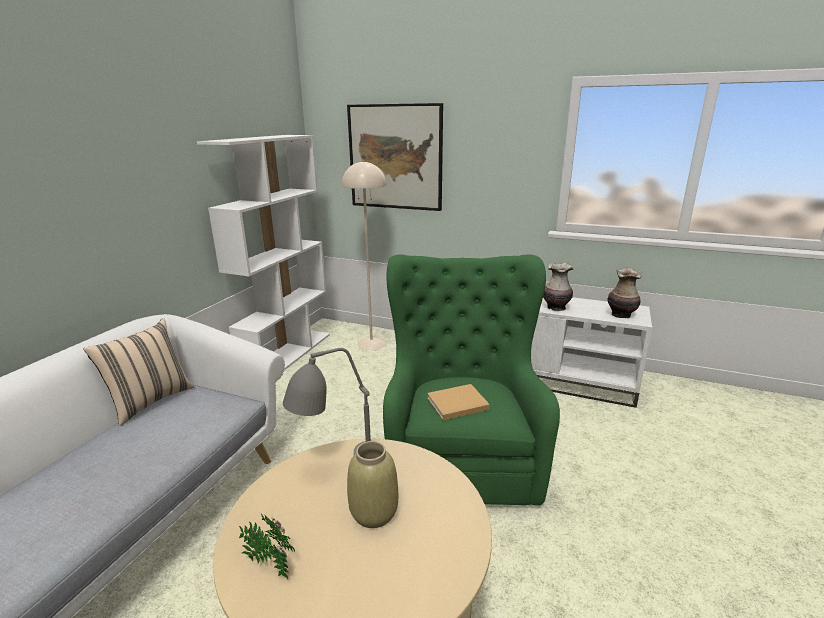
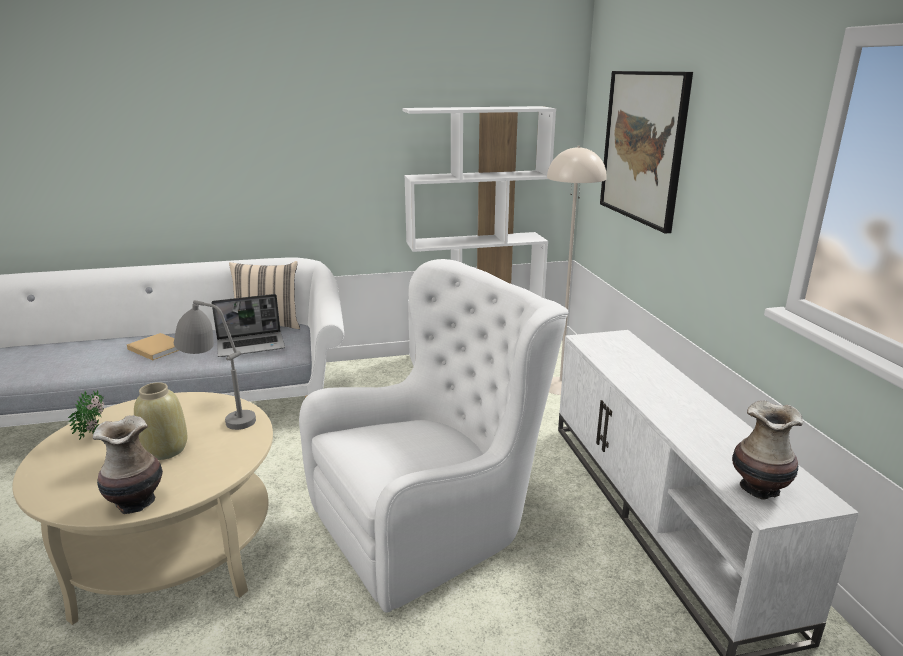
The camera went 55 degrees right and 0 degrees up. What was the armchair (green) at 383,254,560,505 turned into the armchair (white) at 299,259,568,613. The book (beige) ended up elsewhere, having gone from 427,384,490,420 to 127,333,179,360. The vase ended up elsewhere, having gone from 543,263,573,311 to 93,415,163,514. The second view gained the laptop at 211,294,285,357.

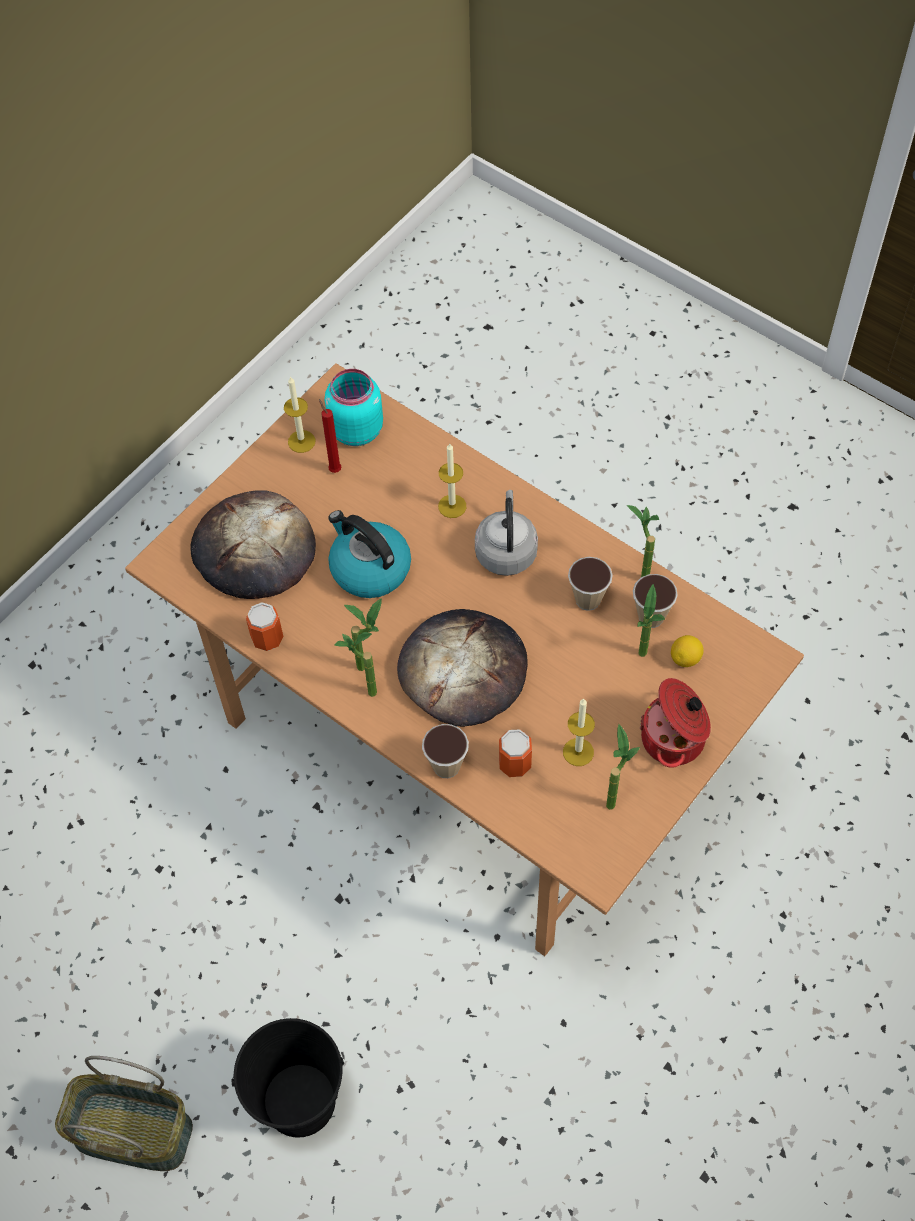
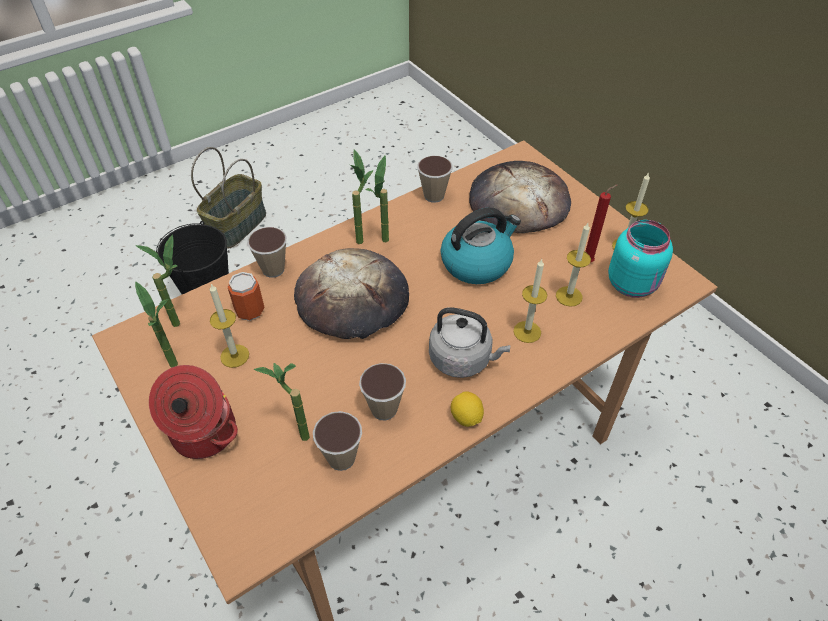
The camera went 105 degrees right and 10 degrees down. Where the can stood at 246,602,283,651, the cup came to stand at 417,156,453,203. The potted plant ended up elsewhere, having gone from 627,505,659,577 to 135,235,180,327. The lemon ended up elsewhere, having gone from 671,635,704,667 to 451,391,484,427. The second view gained the candle at 556,223,591,307.

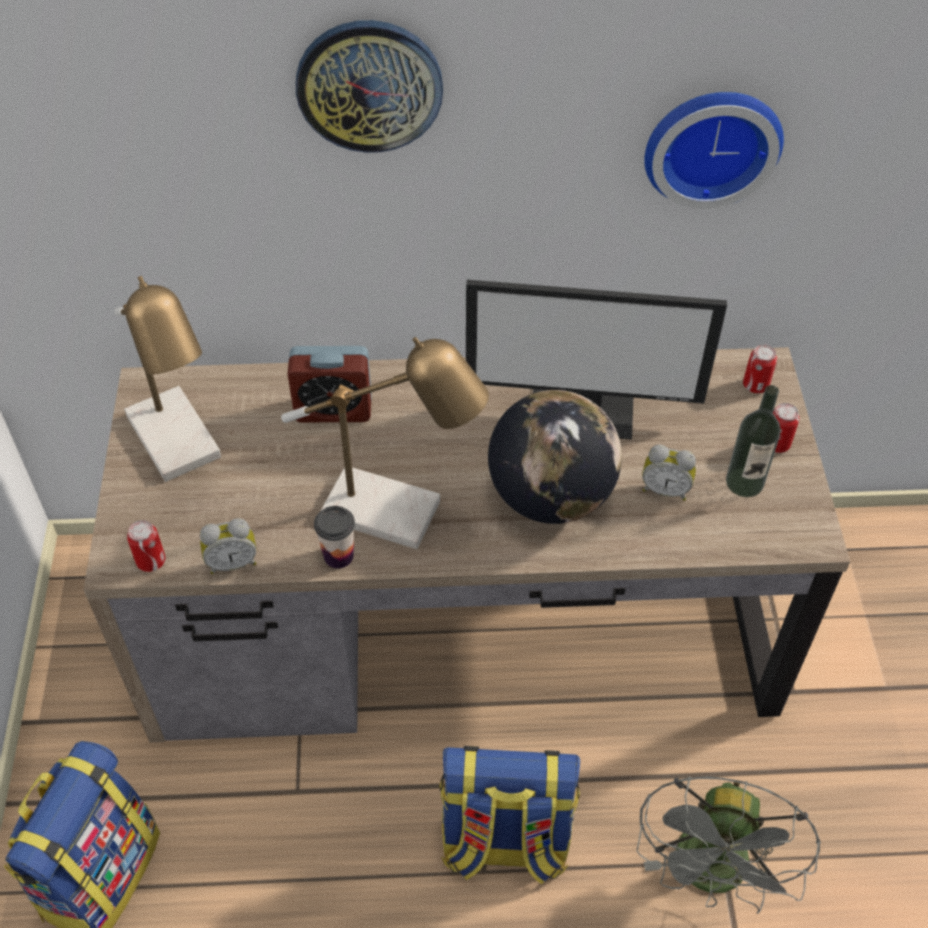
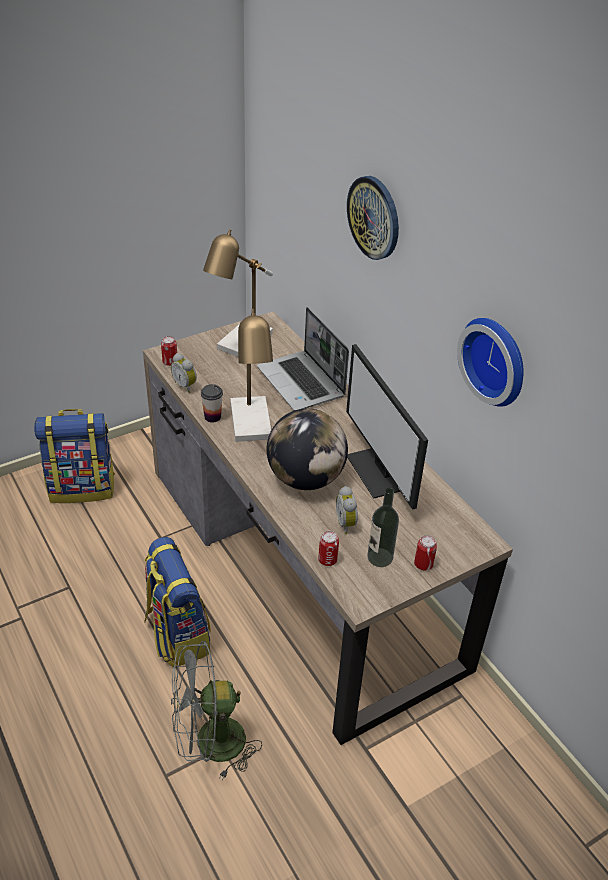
The camera went 60 degrees right and 10 degrees down. Where the alarm clock stood at 287,346,372,422, the laptop came to stand at 257,307,349,411. The can ended up elsewhere, having gone from 743,344,777,393 to 318,531,339,566.

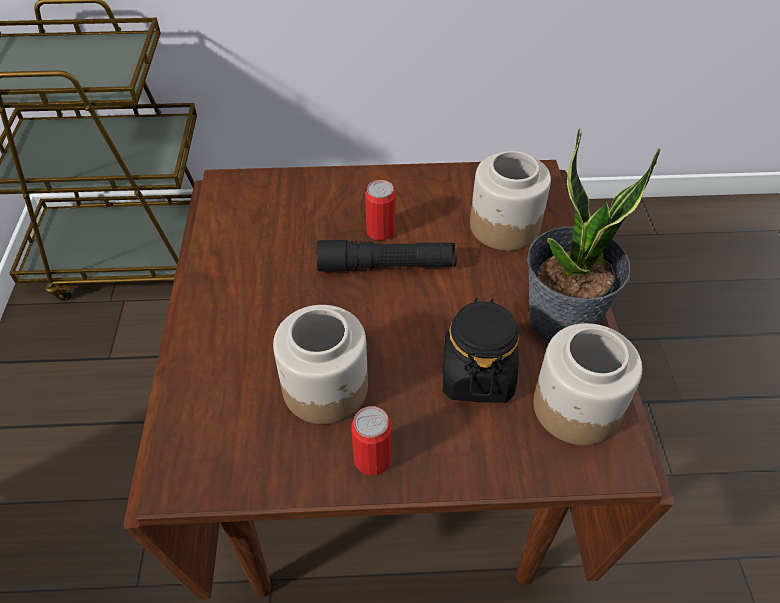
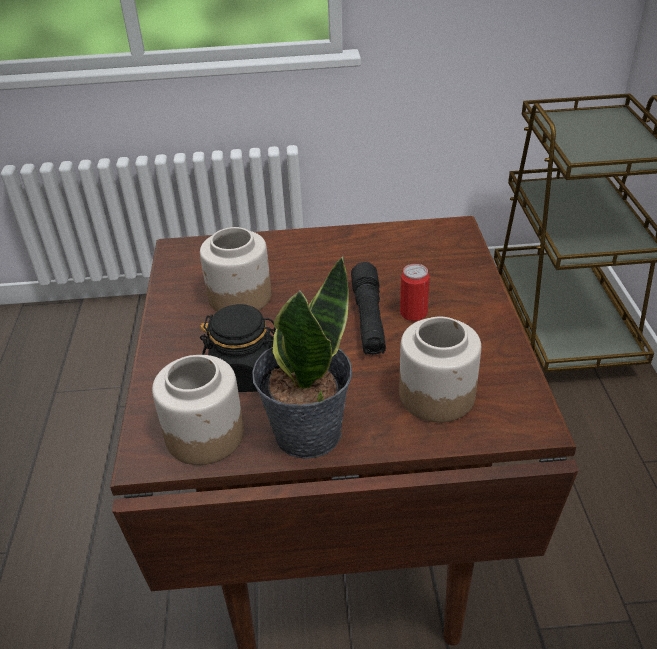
The camera went 90 degrees right and 10 degrees down. The second view lost the can at 352,406,392,475.

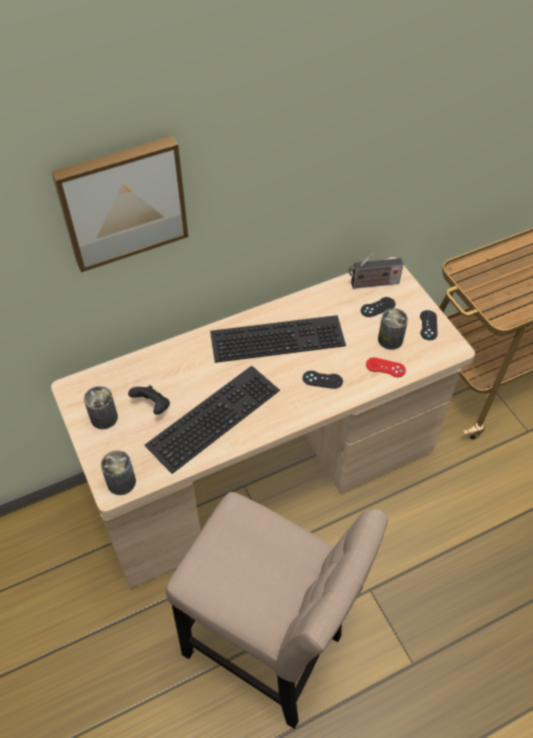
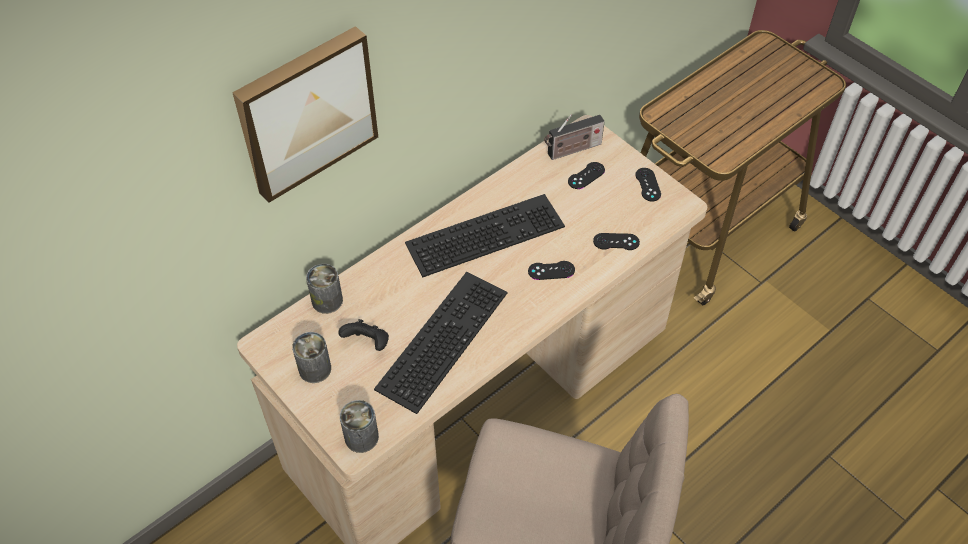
The camera went 15 degrees left and 0 degrees up. What was the game controller (red) at 366,357,406,377 turned into the game controller (black) at 593,233,640,250. The can ended up elsewhere, having gone from 378,308,408,350 to 306,264,343,314.

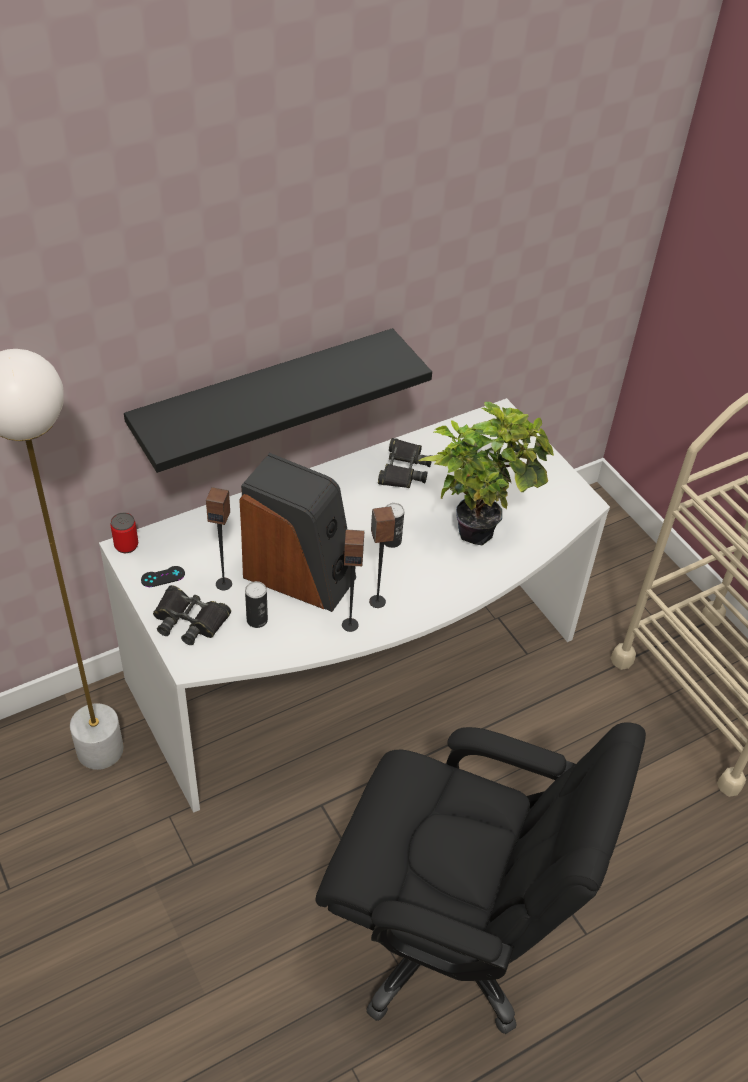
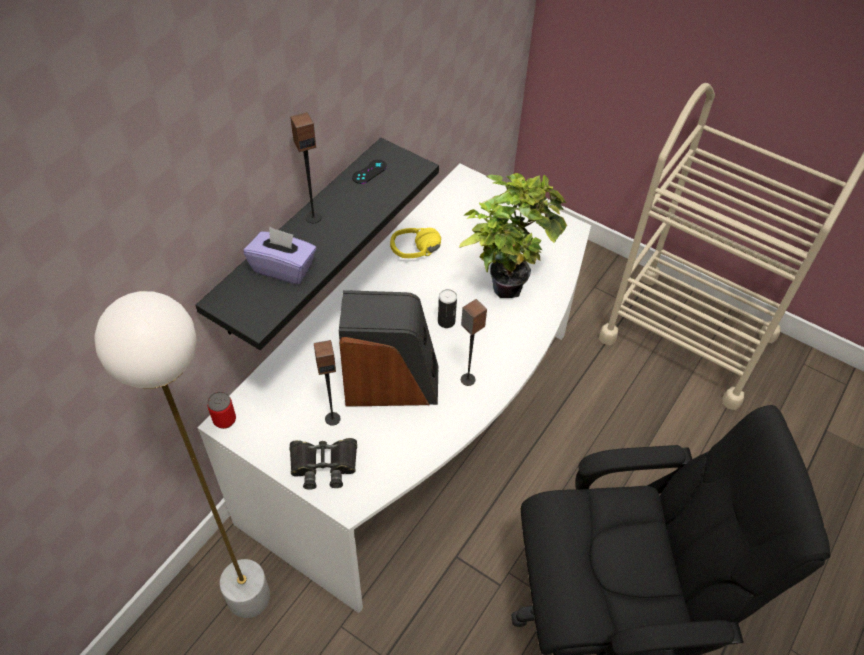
The camera went 25 degrees left and 5 degrees up. The game controller (black) ended up elsewhere, having gone from 141,566,185,587 to 352,160,387,184. The second view lost the can at 245,581,268,628. The speaker ended up elsewhere, having gone from 342,529,364,632 to 290,112,322,223. Where the binoculars (black) stood at 378,438,432,488, the headphones (yellow) came to stand at 390,228,441,258. The second view gained the tissue box (purple) at 244,226,316,284.

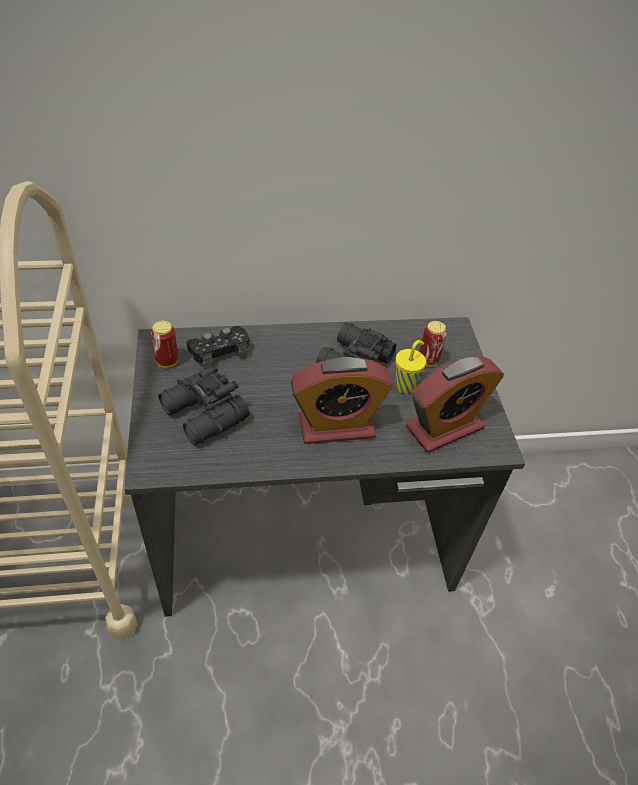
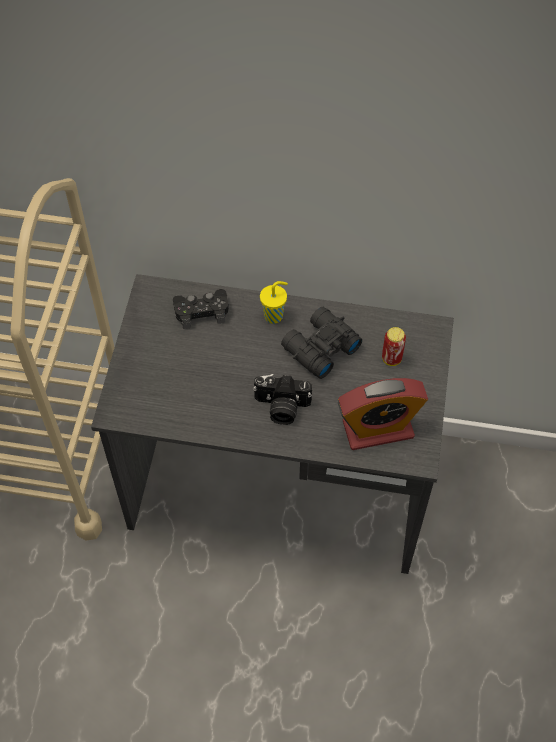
The camera went 20 degrees right and 10 degrees up. The second view lost the can at 151,321,178,368. The second view lost the binoculars (black) at 158,366,250,446. Where the alarm clock stood at 291,357,393,444, the photo camera came to stand at 253,374,312,425. The cup (yellow) ended up elsewhere, having gone from 395,340,426,394 to 260,281,288,324.

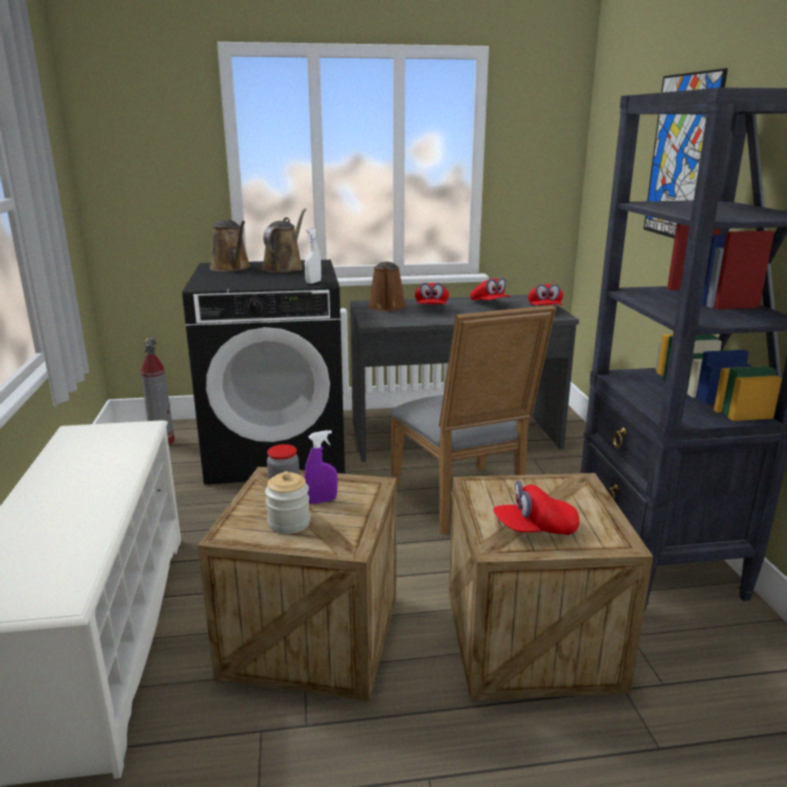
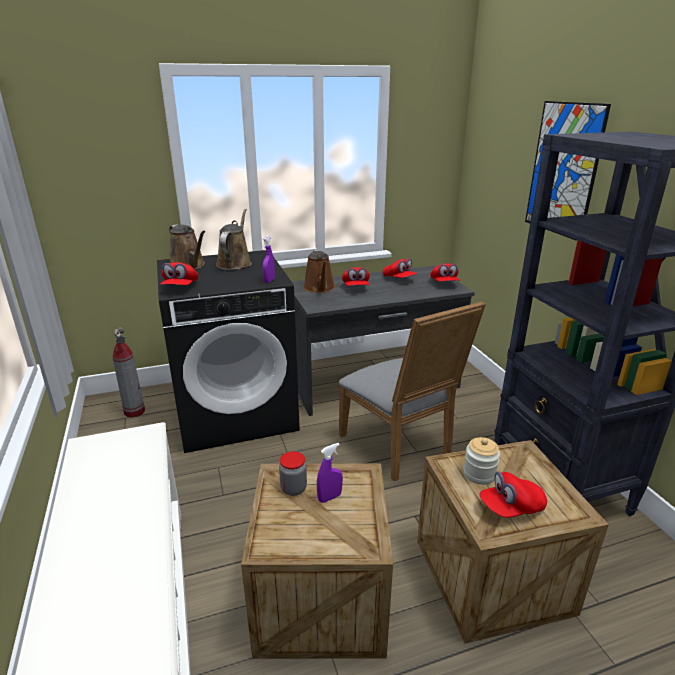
The camera went 10 degrees left and 5 degrees up. The jar ended up elsewhere, having gone from 265,471,310,534 to 464,437,500,485. What was the spray bottle (white) at 305,228,321,284 turned into the spray bottle (purple) at 262,236,275,283. The second view gained the cap (red) at 160,262,198,285.

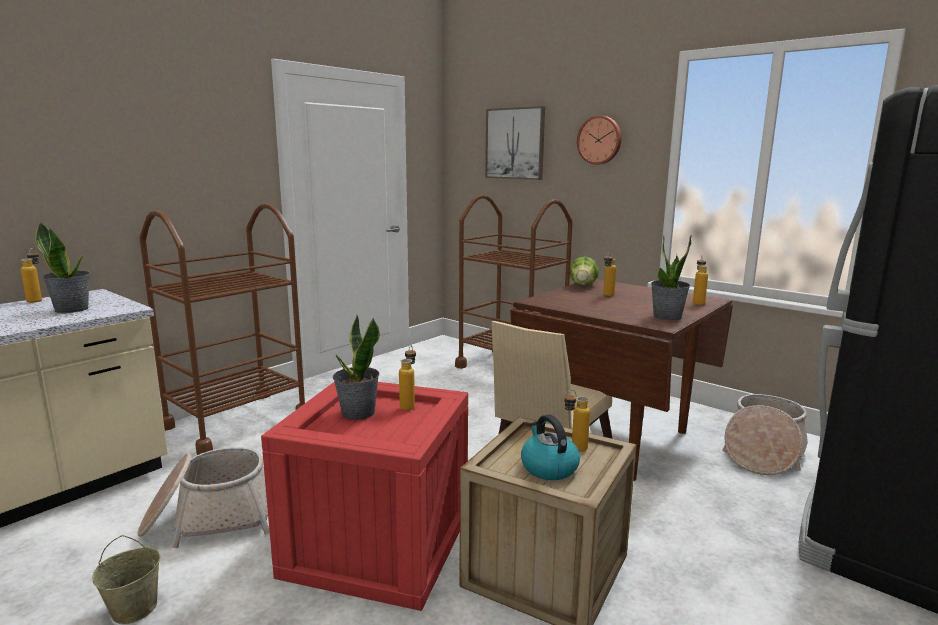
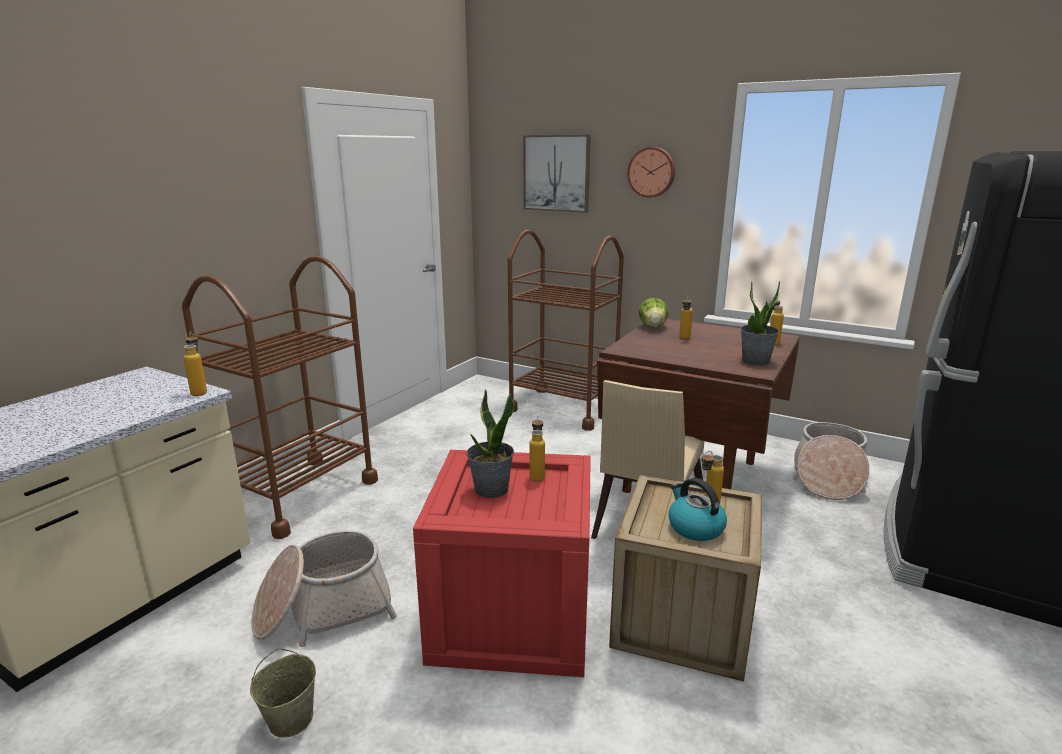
The camera went 10 degrees left and 5 degrees up. The bottle ended up elsewhere, having gone from 21,248,42,303 to 183,331,207,396. The second view lost the potted plant at 35,222,90,313.

